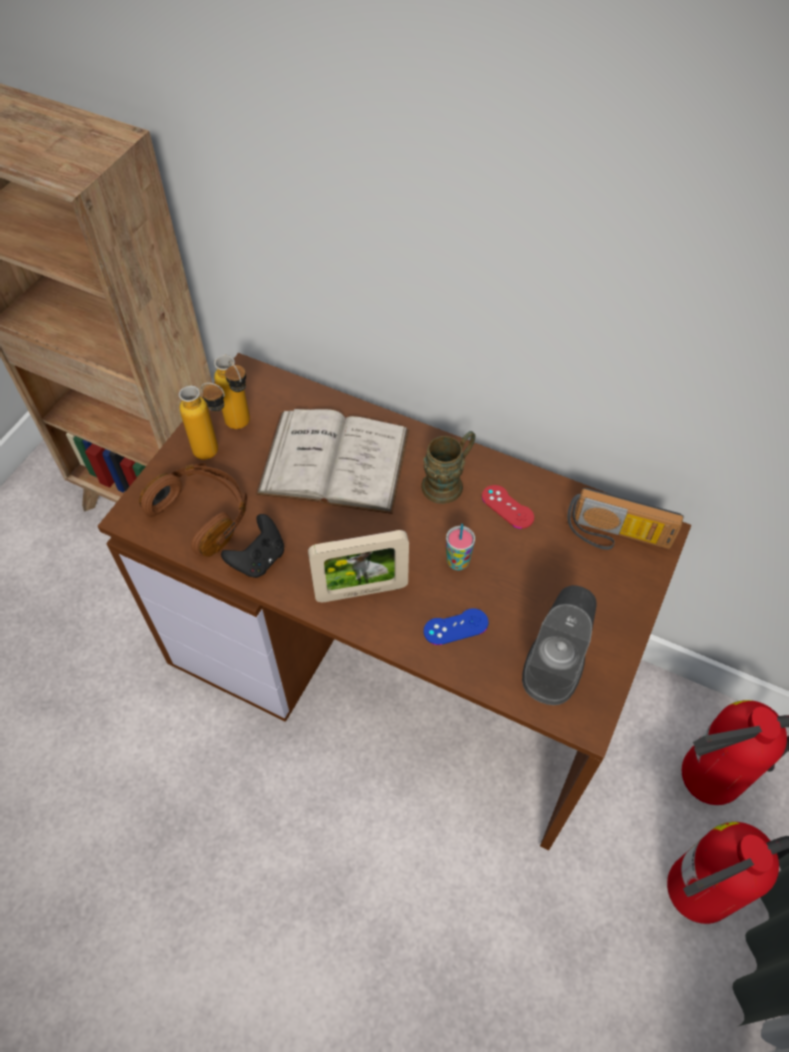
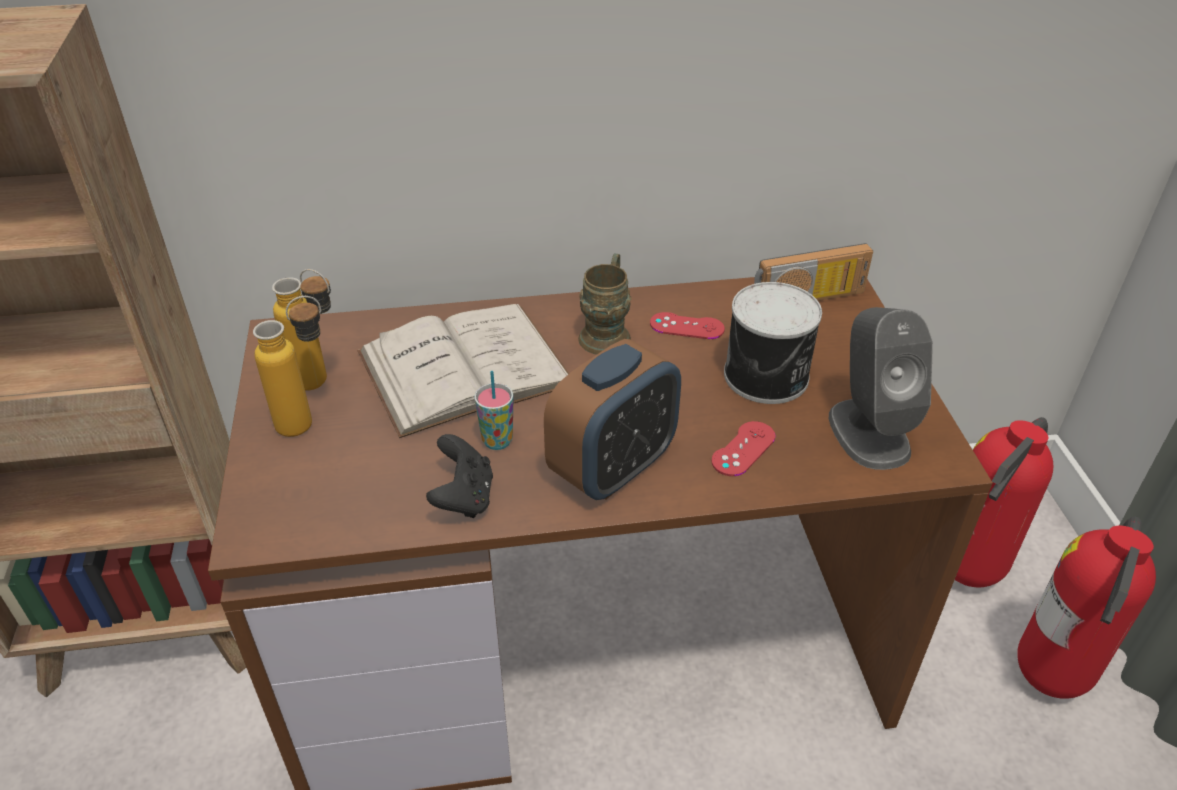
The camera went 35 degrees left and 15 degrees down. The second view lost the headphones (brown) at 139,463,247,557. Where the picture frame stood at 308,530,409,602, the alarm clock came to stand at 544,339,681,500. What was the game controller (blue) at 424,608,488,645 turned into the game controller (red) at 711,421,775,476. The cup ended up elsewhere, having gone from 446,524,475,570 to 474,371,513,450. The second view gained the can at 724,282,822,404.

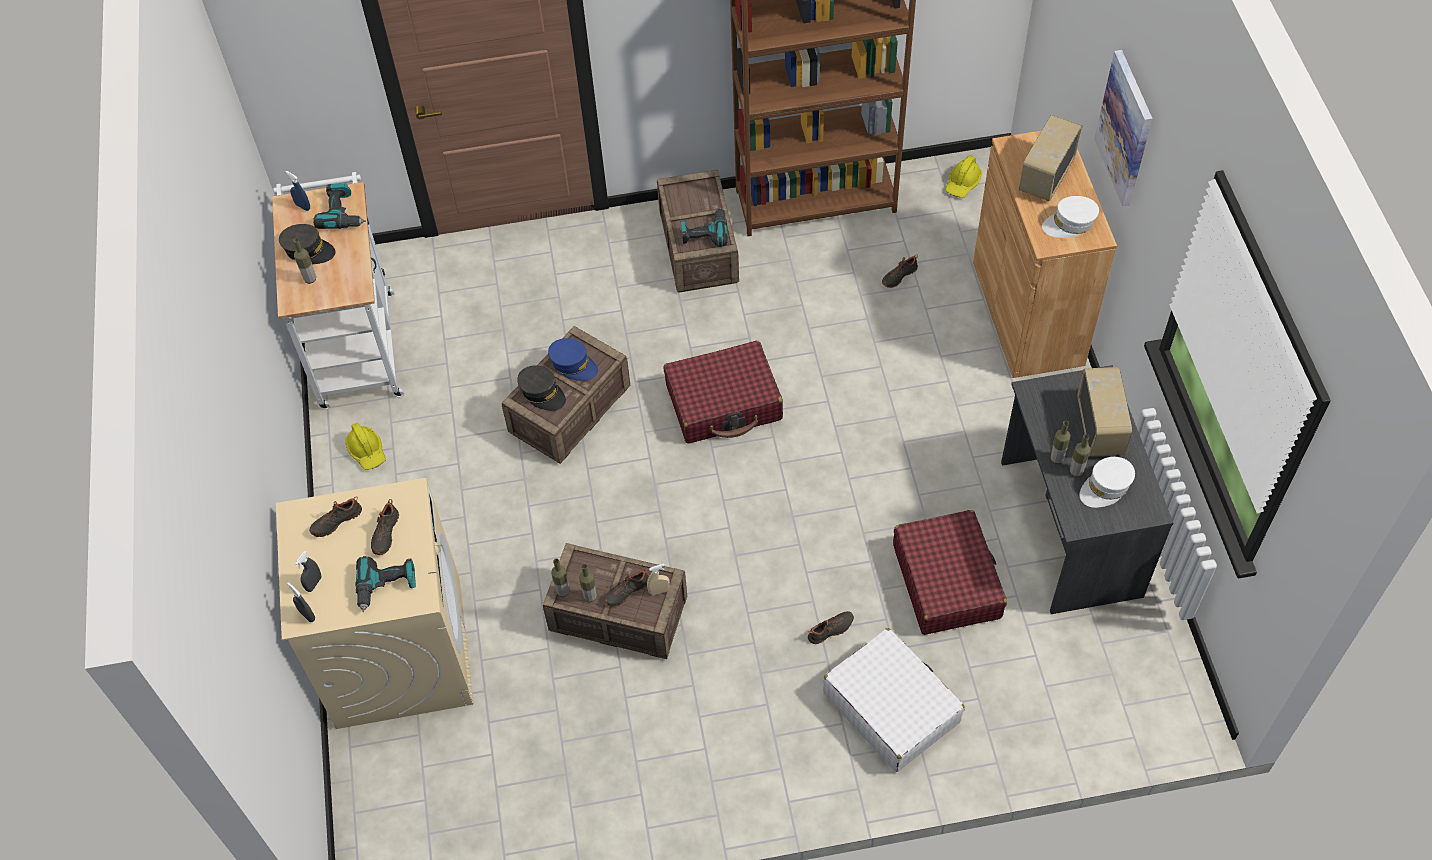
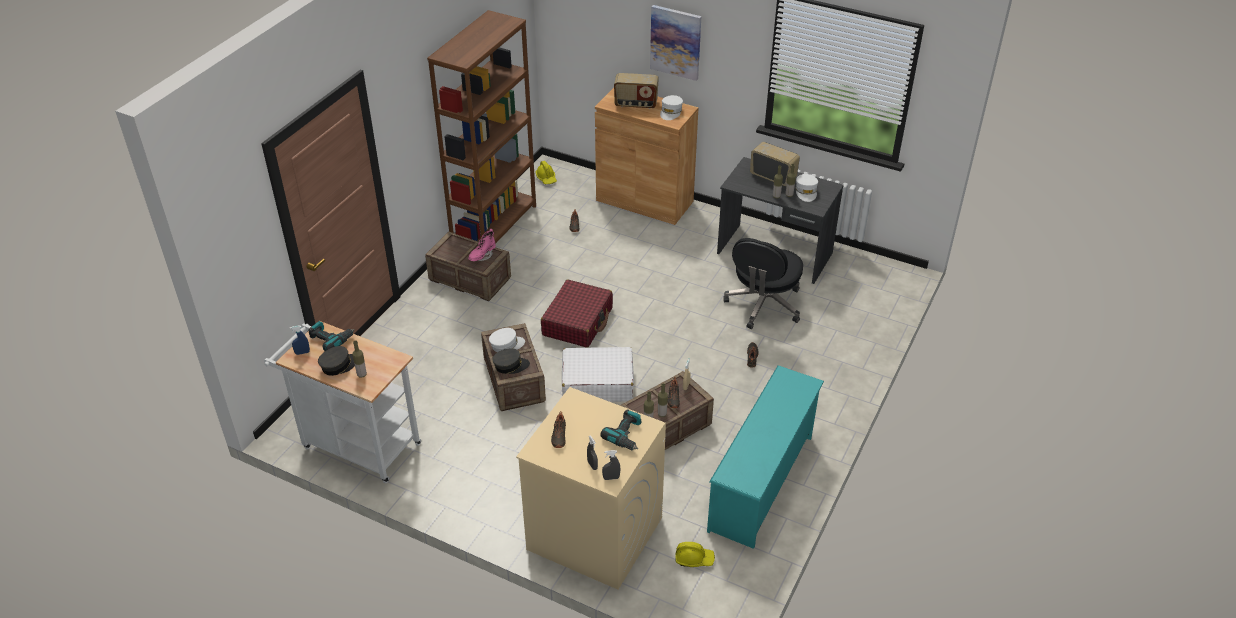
The camera went 55 degrees left and 15 degrees down. The hard hat (yellow) ended up elsewhere, having gone from 346,423,386,470 to 675,542,715,567. The second view lost the shoe (black) at 371,499,399,555. What was the cap (blue) at 548,338,598,381 turned into the cap (white) at 489,328,525,352. Where the power drill stood at 681,207,727,247, the boot (pink) came to stand at 468,229,496,261. The suitcase (white) ended up elsewhere, having gone from 823,628,965,772 to 562,347,634,402. Where the suitcase (red) stood at 893,510,1007,635, the office chair (black) came to stand at 723,238,803,329. The radio at 1019,114,1083,201 ended up facing another way, 60 degrees counterclockwise from before. The second view gained the shoe rack (turquoise) at 707,365,824,549.

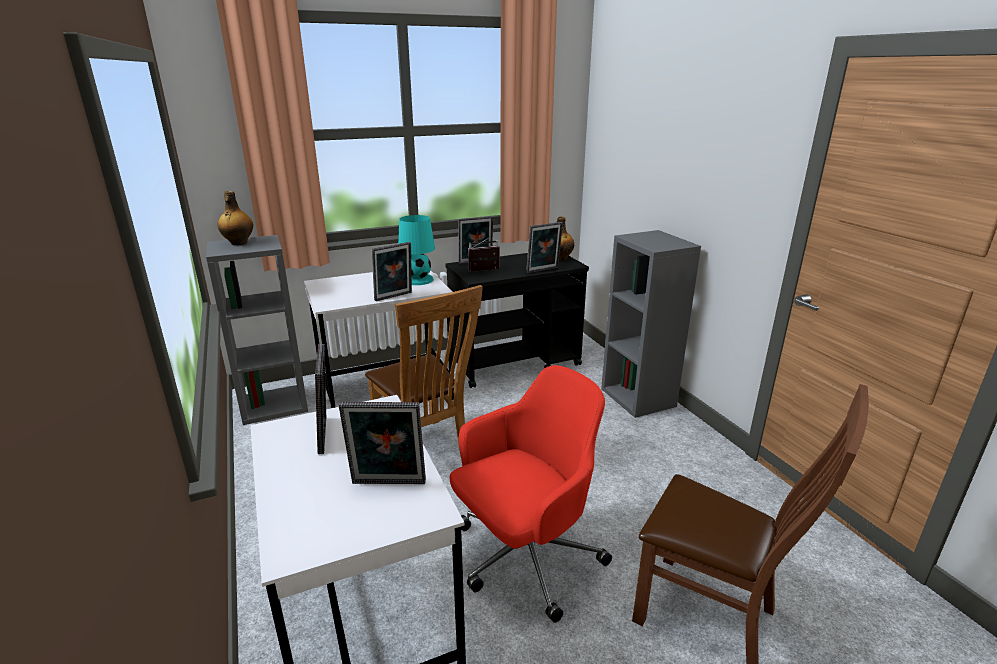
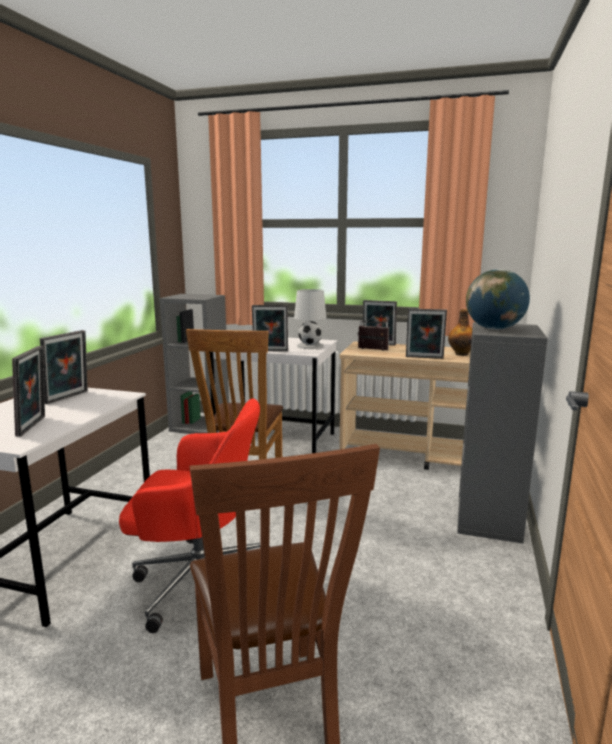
The camera went 40 degrees right and 10 degrees down. The second view lost the bottle at 218,191,253,246. The picture frame at 339,402,426,484 ended up facing another way, 135 degrees counterclockwise from before. What was the table lamp (turquoise) at 398,215,435,285 turned into the table lamp (white) at 294,289,327,349. What was the cart (black) at 445,253,589,388 turned into the cart (beige) at 339,342,471,470. The second view gained the globe at 466,269,530,330.

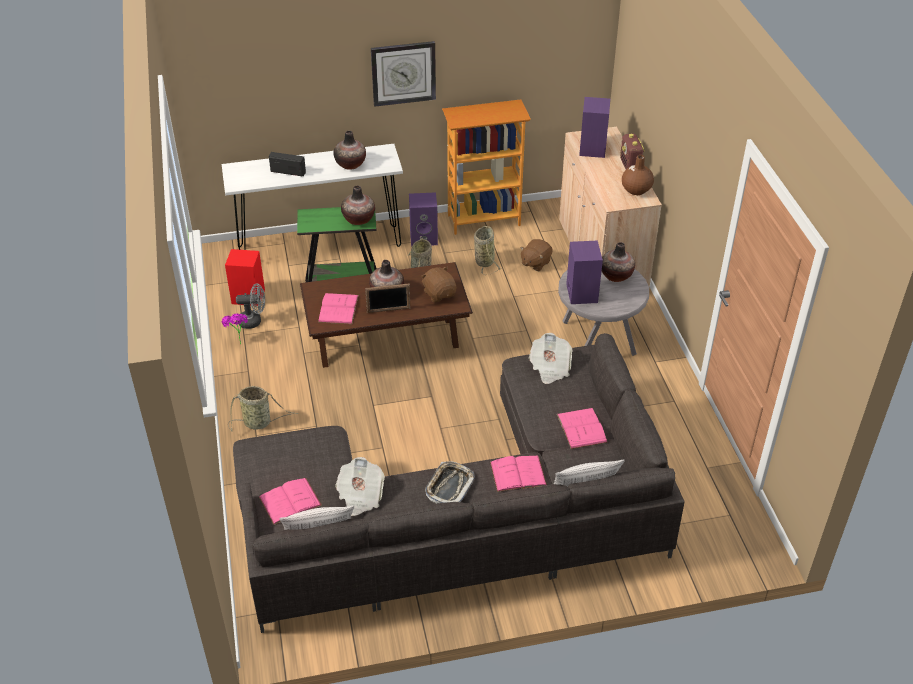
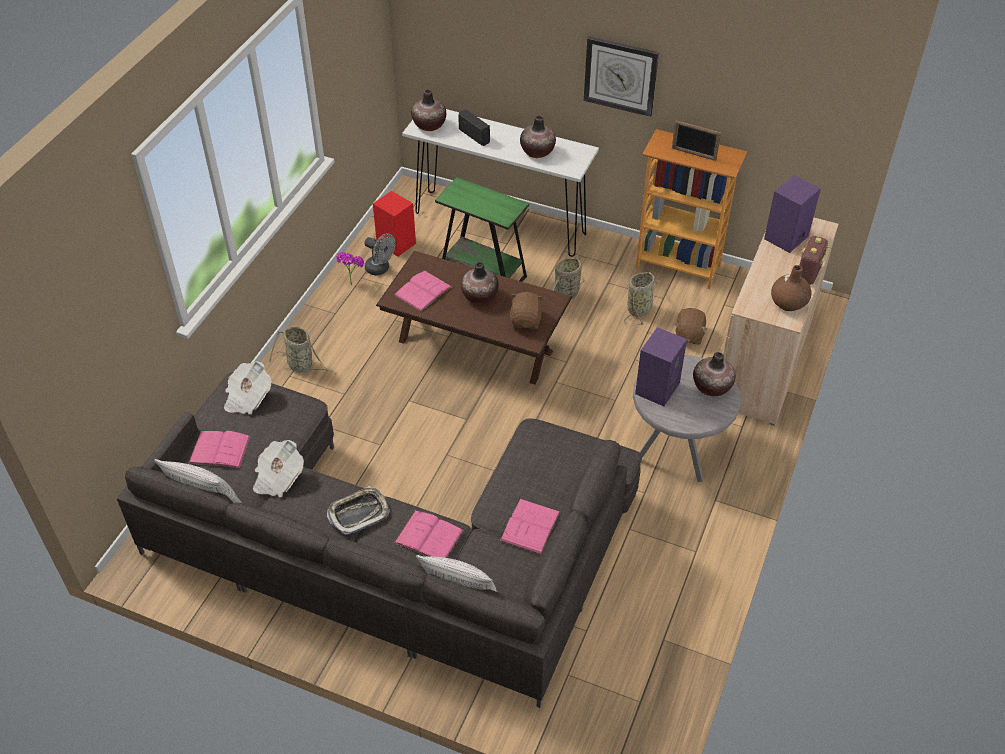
The camera went 35 degrees right and 5 degrees up. The vase ended up elsewhere, having gone from 341,186,375,225 to 411,90,446,131. The picture frame ended up elsewhere, having gone from 365,284,410,313 to 672,120,721,161. The second view lost the speaker (purple) at 409,192,438,246. The plush toy (brown) at 520,239,553,271 ended up facing another way, 60 degrees counterclockwise from before. The newspaper ended up elsewhere, having gone from 529,333,572,384 to 224,361,271,414.

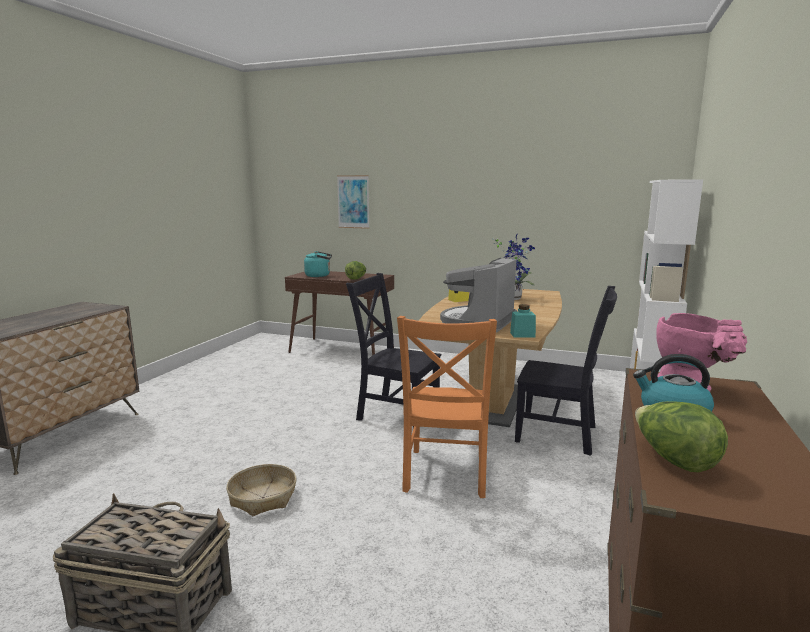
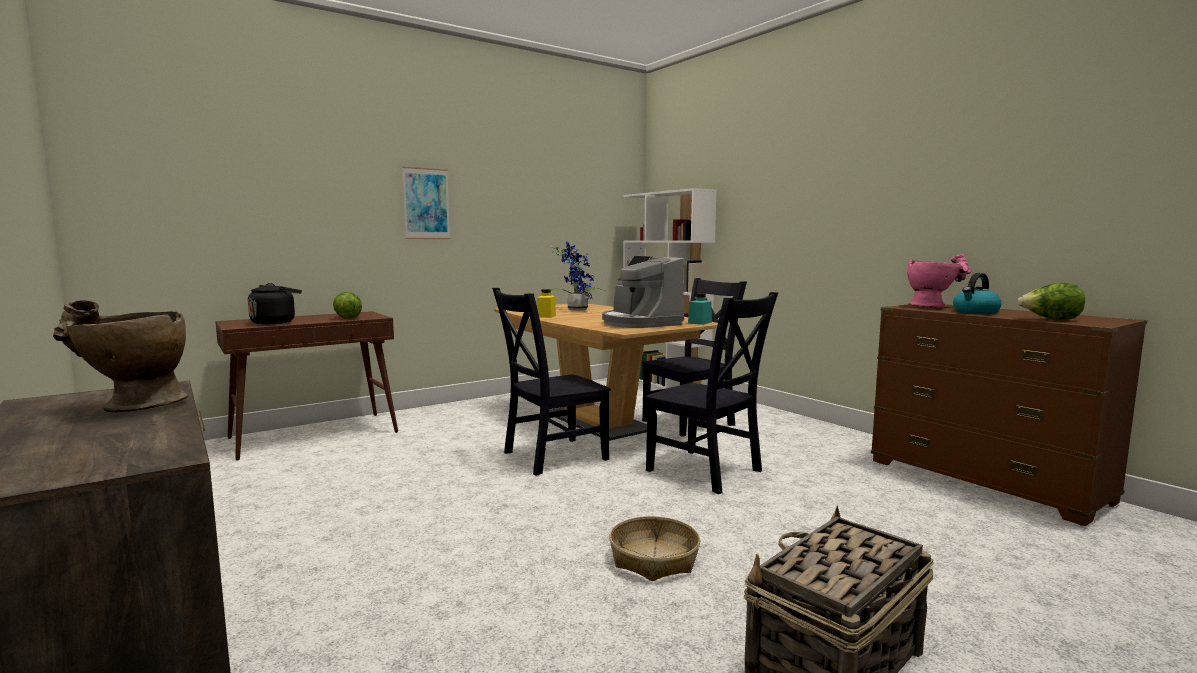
The camera went 55 degrees left and 5 degrees down. What was the kettle (turquoise) at 304,251,332,277 turned into the kettle (black) at 248,283,302,324. The picture ended up elsewhere, having gone from 337,175,369,229 to 402,167,450,239. What was the chair (orange) at 397,316,497,498 turned into the chair (black) at 645,292,779,494. The second view gained the vase (beige) at 53,300,188,412.

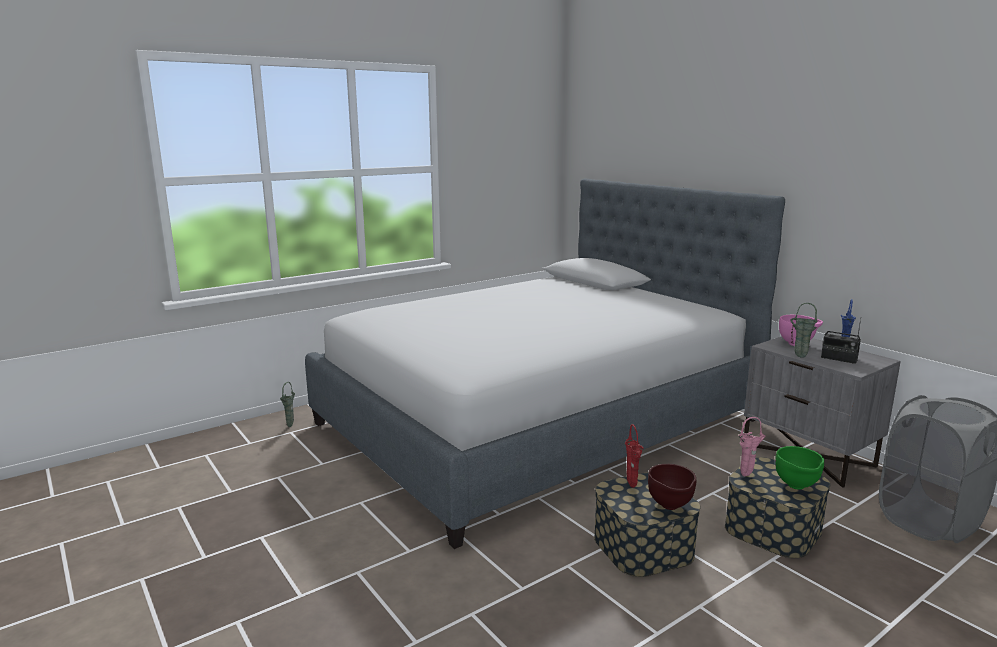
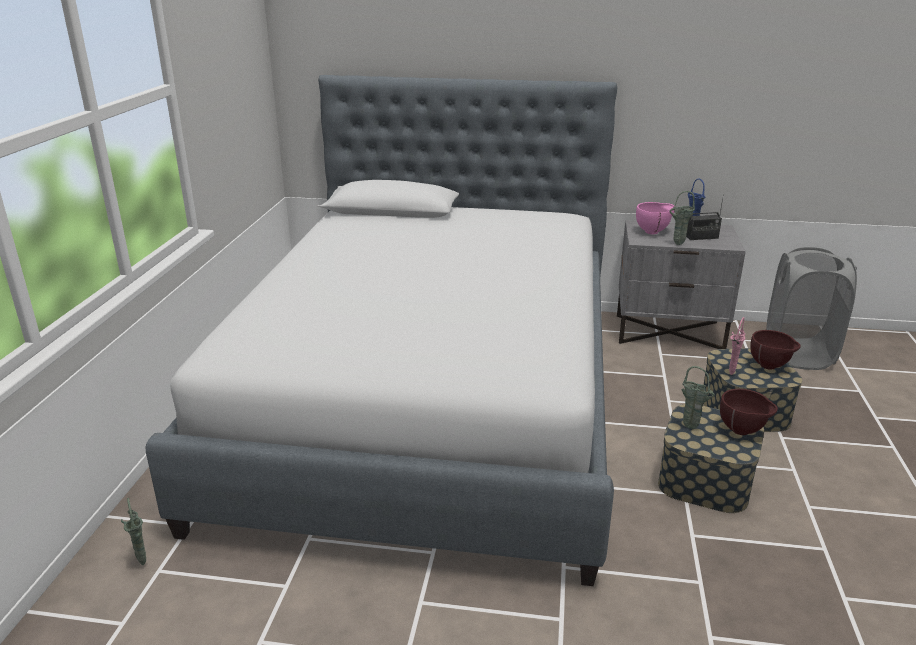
The camera went 45 degrees left and 10 degrees up. What was the vase (red) at 625,424,644,488 turned into the vase (green) at 681,366,715,429. What was the bowl (green) at 775,446,824,490 turned into the bowl (brown) at 750,330,801,370.

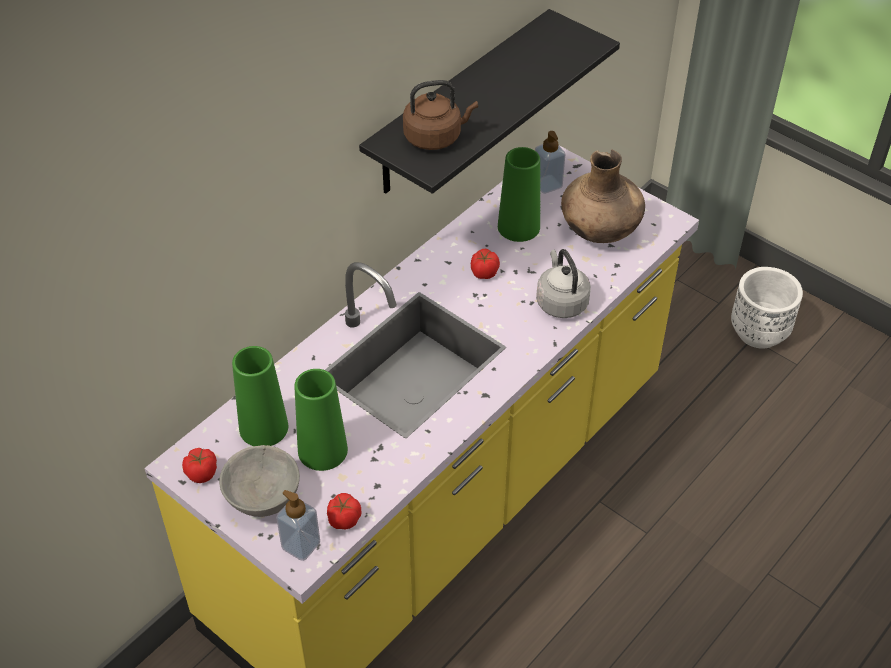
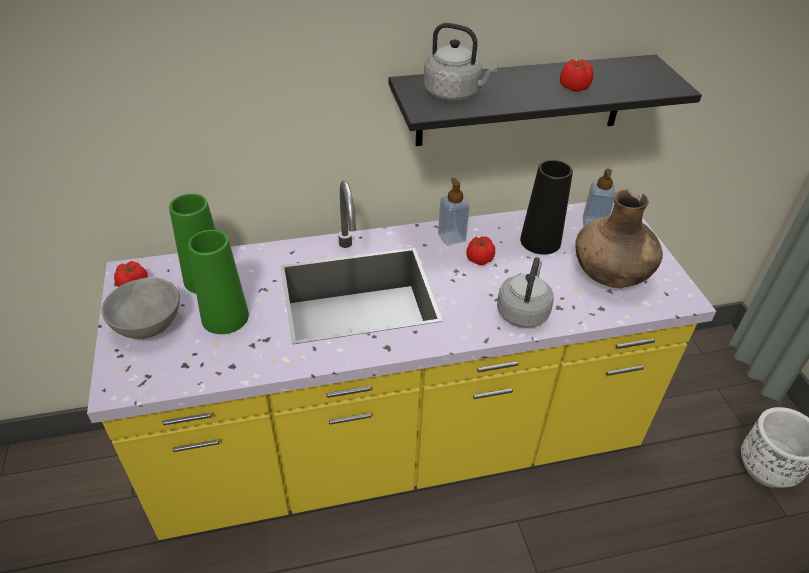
The camera went 35 degrees right and 5 degrees down. The soap dispenser ended up elsewhere, having gone from 276,490,320,561 to 438,178,470,245. The tomato ended up elsewhere, having gone from 327,493,361,529 to 560,59,594,92. What was the kettle (brown) at 403,80,478,150 turned into the kettle (grey) at 424,23,498,101. What was the vase (green) at 498,147,540,242 turned into the vase (black) at 520,160,573,255.

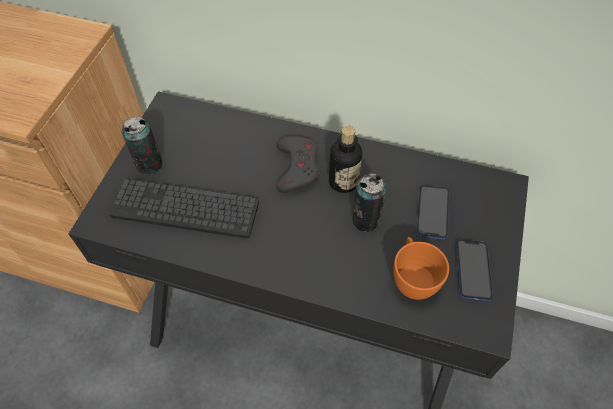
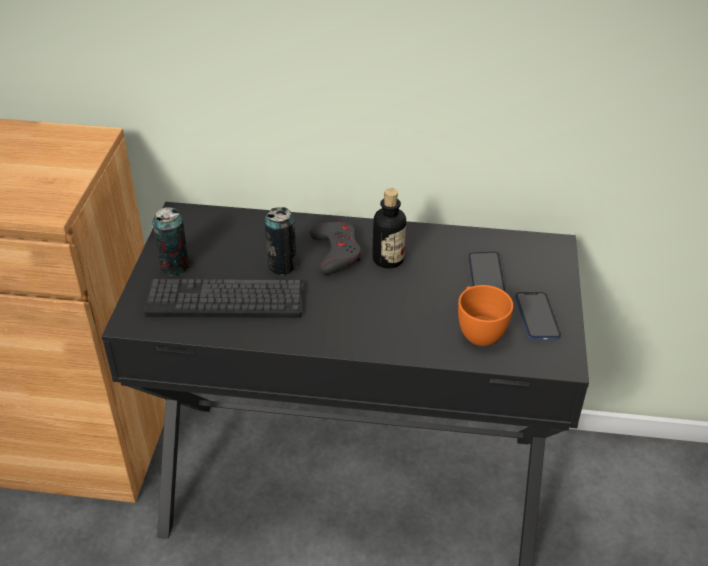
The camera went 10 degrees left and 15 degrees down. The can ended up elsewhere, having gone from 352,174,387,232 to 265,207,297,275.

